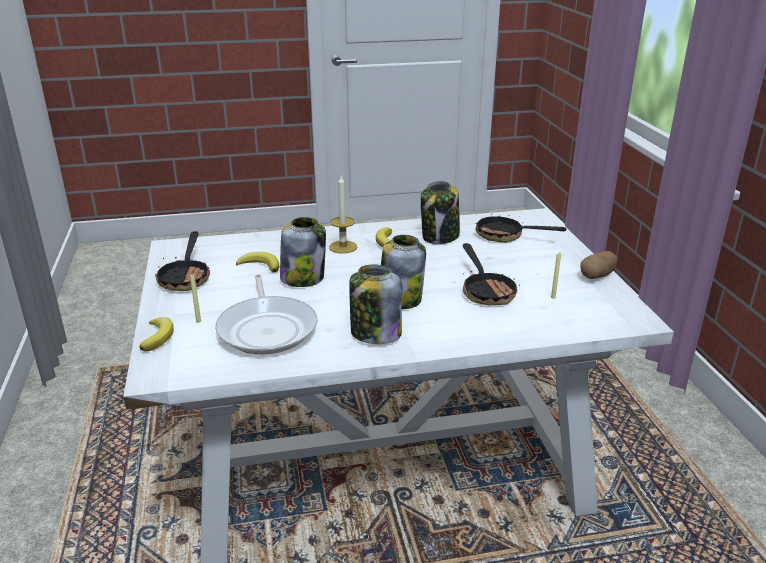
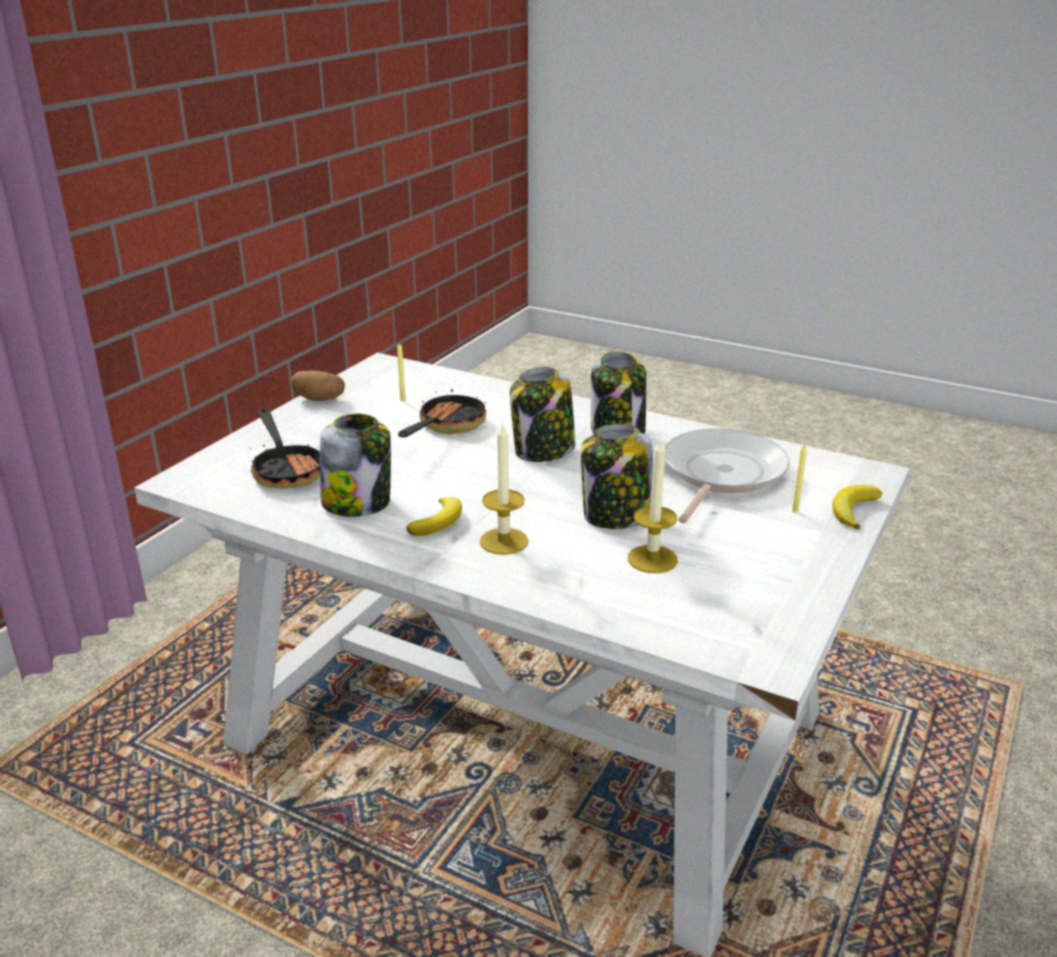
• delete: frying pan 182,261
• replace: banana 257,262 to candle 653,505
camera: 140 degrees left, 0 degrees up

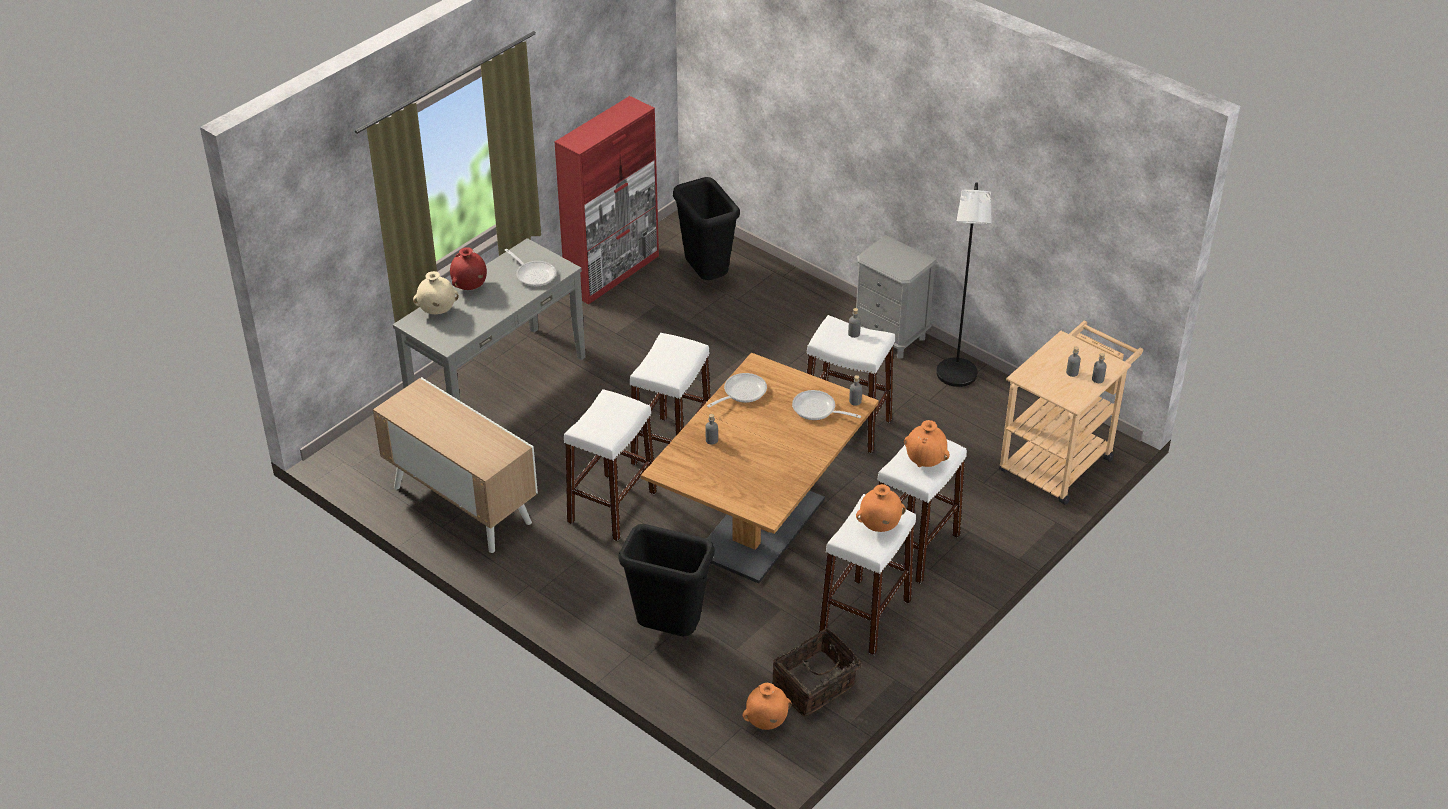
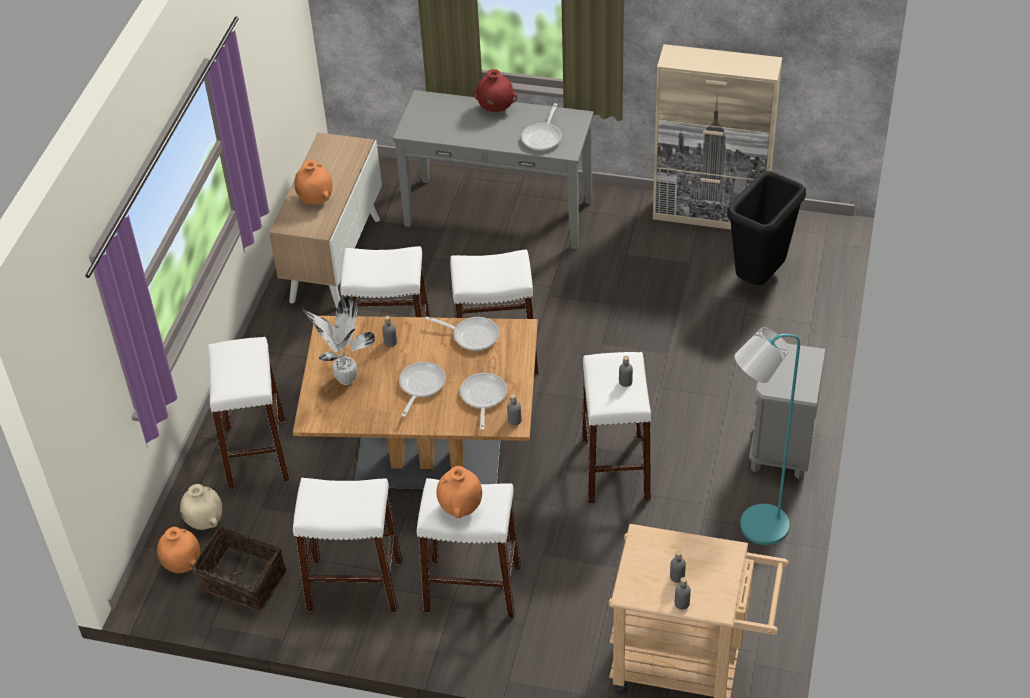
• recolor: red cabinet 607,200 to beige cabinet 717,136
• recolor: black floor lamp 964,284 to turquoise floor lamp 767,436
• move: beige vase 436,292 to 201,507
• move: orange vase 881,508 to 313,182
• replace: black trash can 666,580 to white stool 249,413
• insert: potted plant 338,340
• insert: frying pan 422,389
camera: 65 degrees right, 5 degrees up

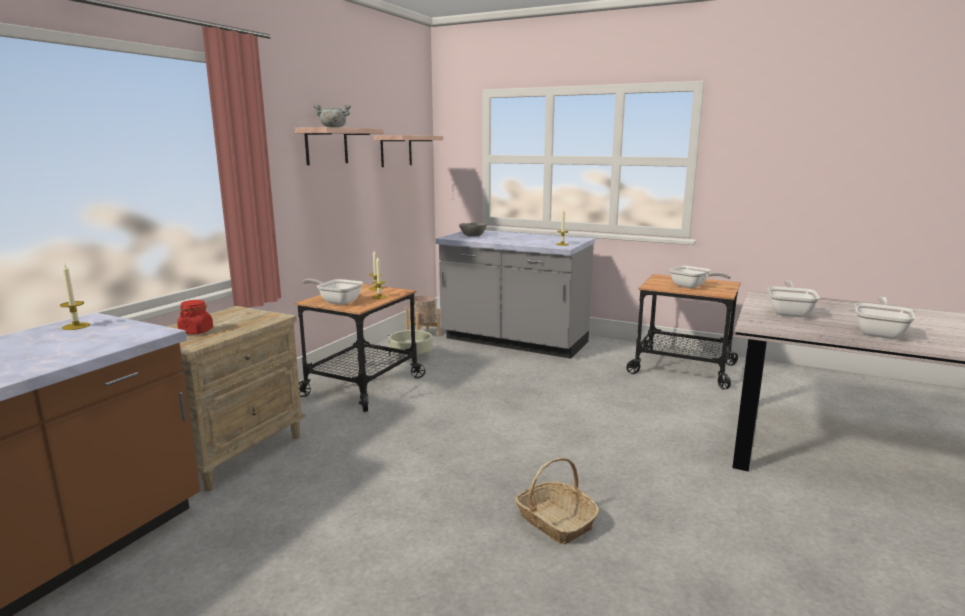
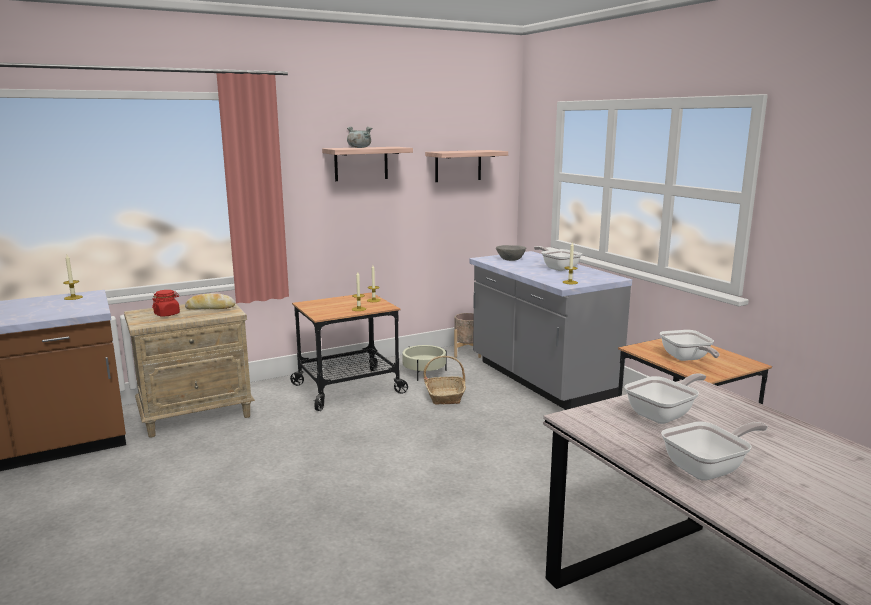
• move: frying pan 332,292 to 558,258
• move: basket 557,501 to 444,380
• insert: bread 210,301
camera: 35 degrees right, 0 degrees up

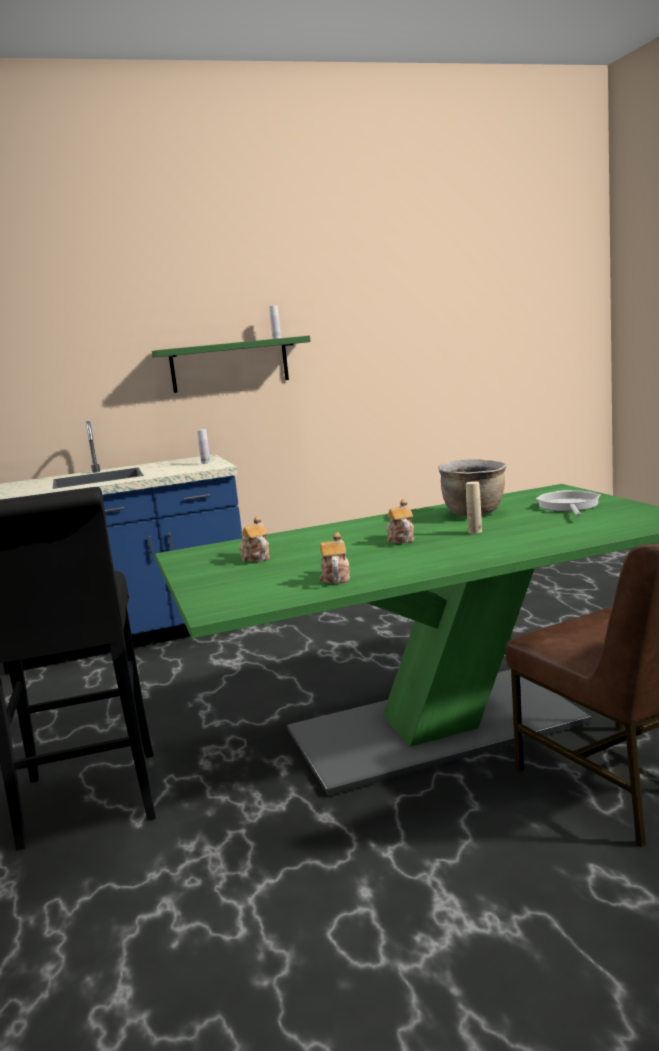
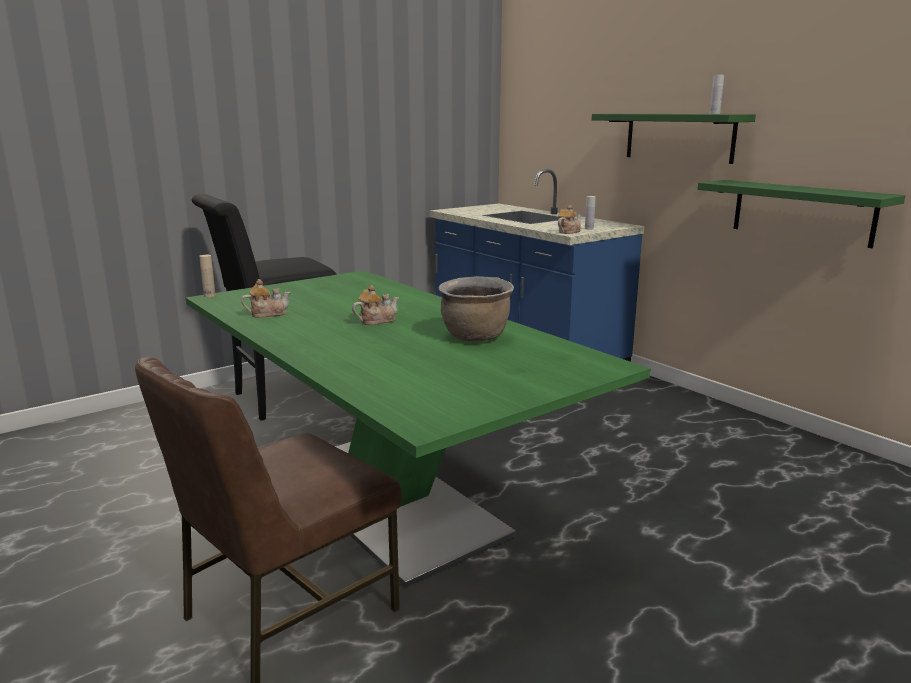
• move: beige bottle 474,507 to 207,276
• delete: frying pan 568,503
• move: teapot 254,539 to 569,219
• insert: green shelf 801,214
camera: 70 degrees right, 5 degrees up

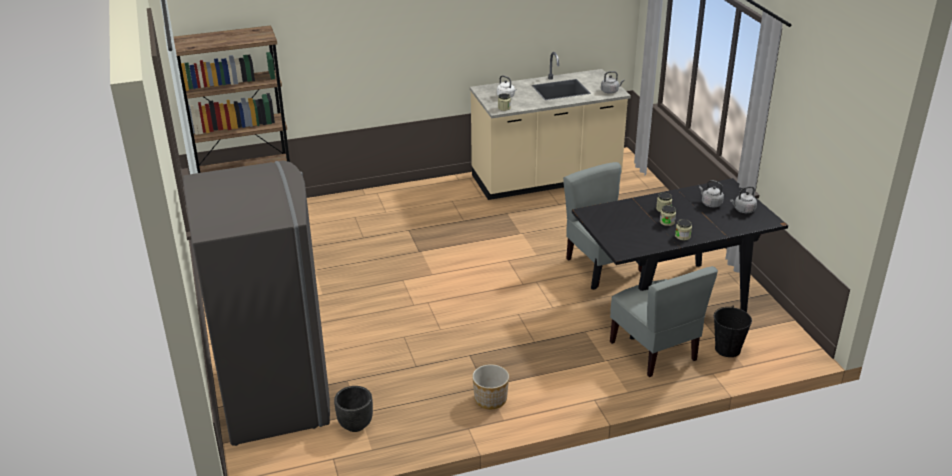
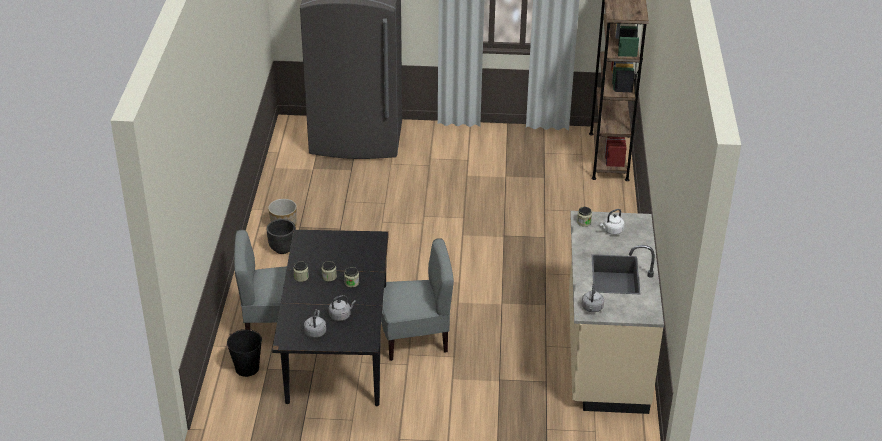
• move: black planter 353,409 to 281,236
camera: 110 degrees right, 5 degrees up

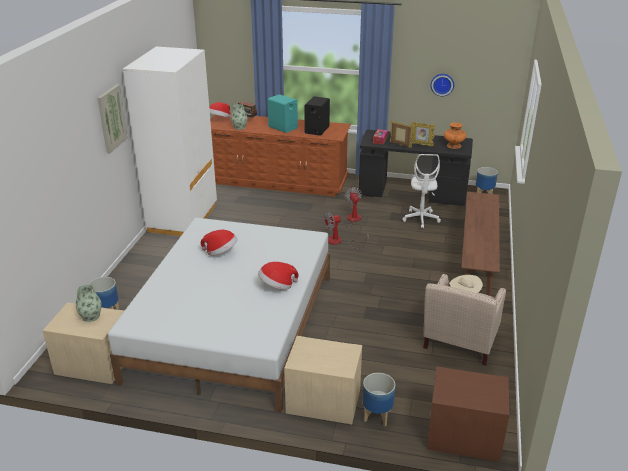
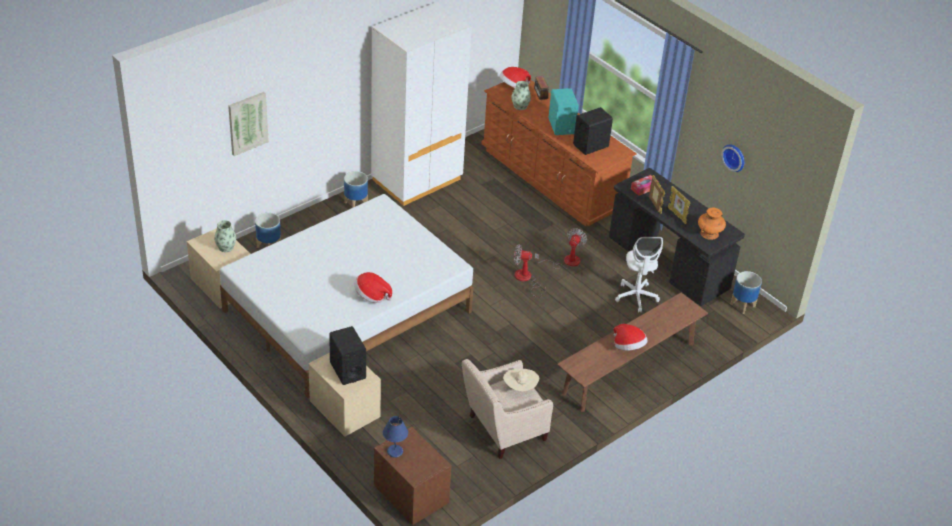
• move: picture 112,118 to 248,124
• rotate: white office chair 422,191 = 639,274 45 degrees counterclockwise
• move: hat 219,243 to 631,337
• move: planter 378,399 to 356,189
• insert: black speaker 347,355
• insert: blue table lamp 395,437
camera: 35 degrees right, 10 degrees up

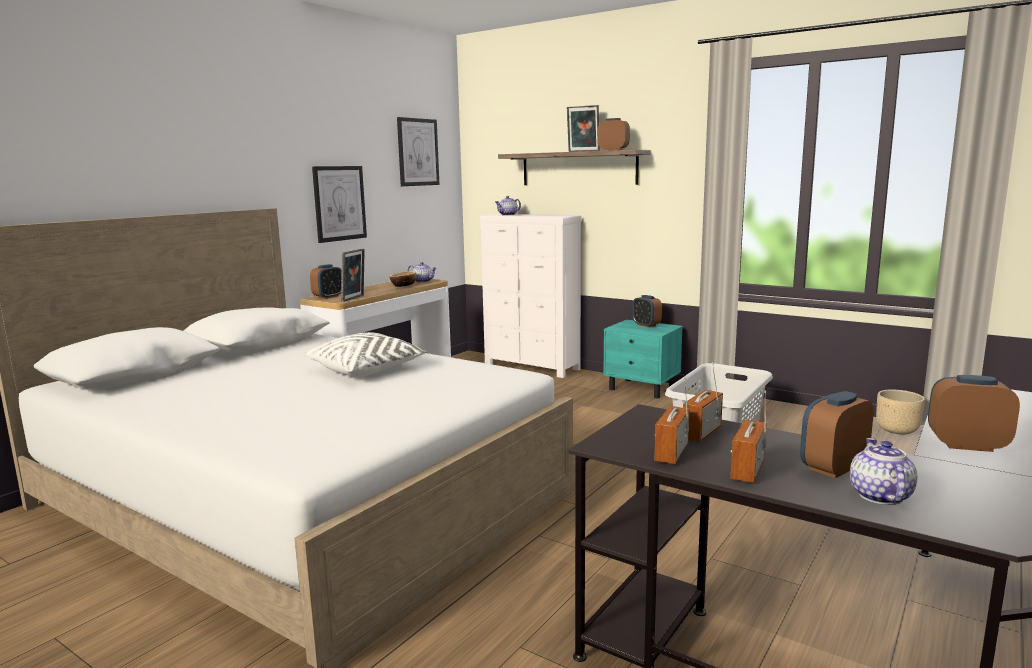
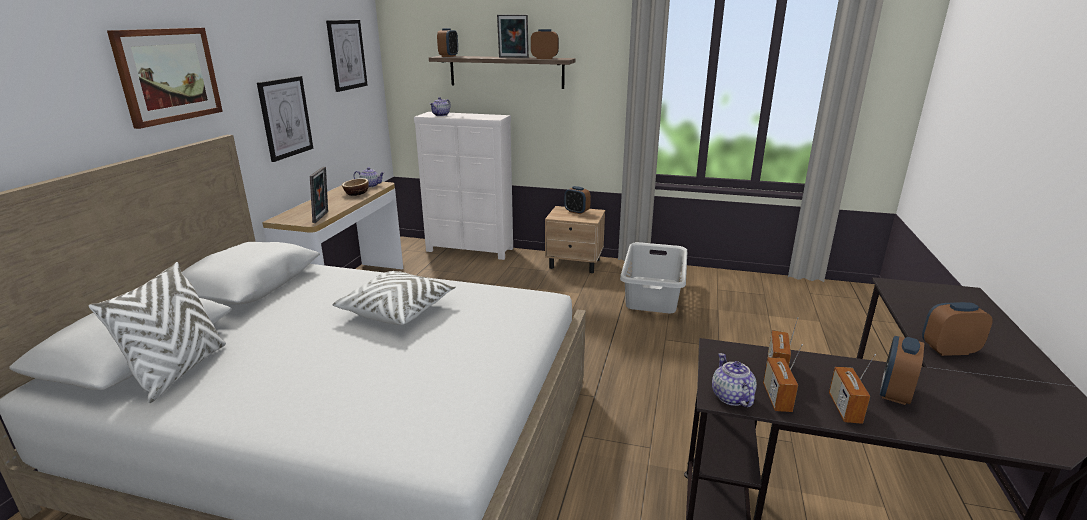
• move: alarm clock 325,281 to 447,42
• recolor: turquoise nightstand 643,359 to beige nightstand 575,239
• delete: beige planter 900,412
• move: teapot 883,471 to 734,380
• insert: picture 165,78
• insert: white pillow 157,332
camera: 20 degrees left, 10 degrees up

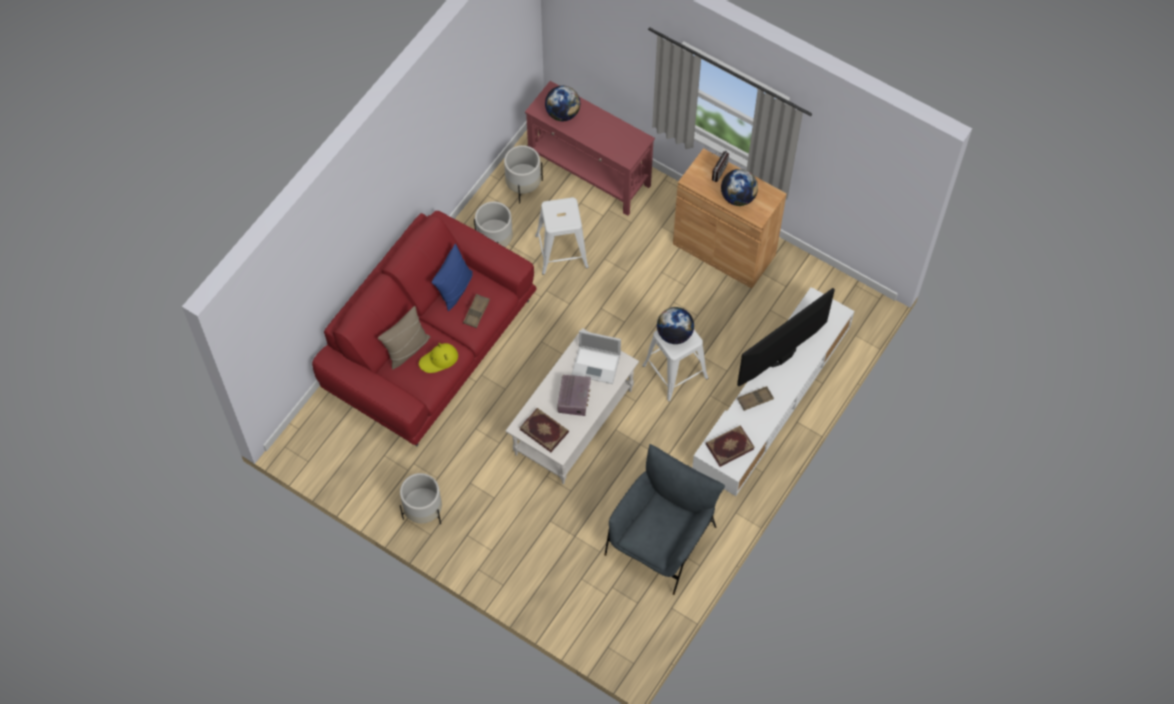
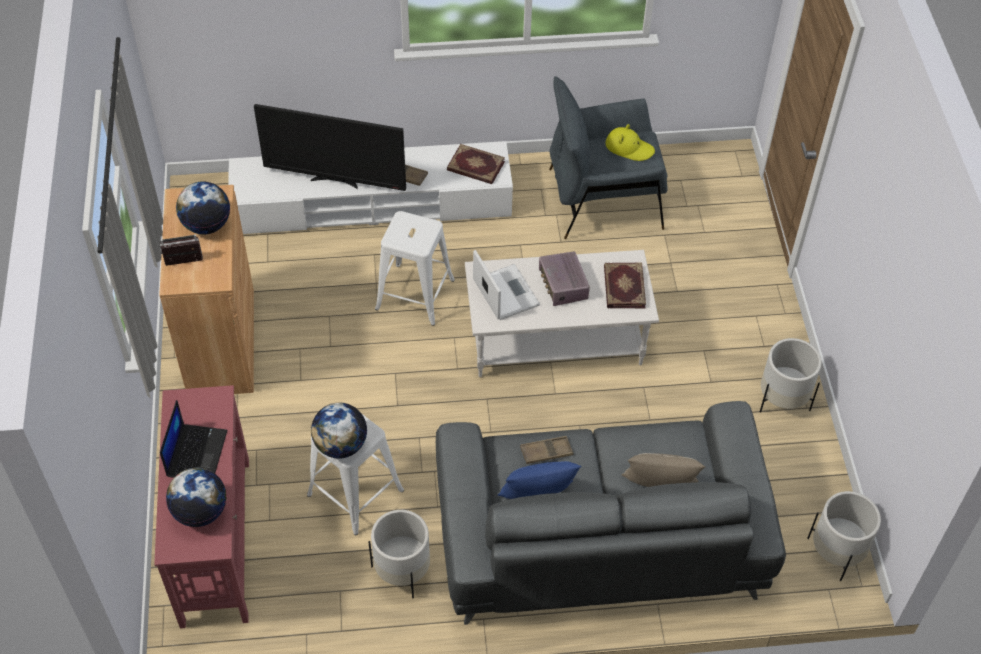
• move: white planter 523,174 to 844,536
• recolor: red sofa 424,328 to grey sofa 611,513
• move: globe 675,325 to 339,431
• move: yellow hat 438,358 to 630,142
• rotate: radio 574,395 = 564,279 75 degrees counterclockwise
• insert: laptop 193,439
camera: 130 degrees left, 10 degrees down

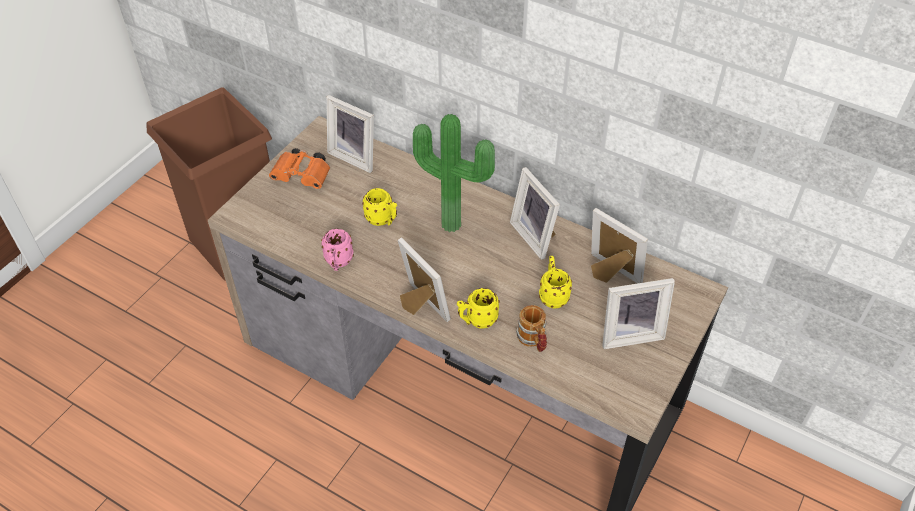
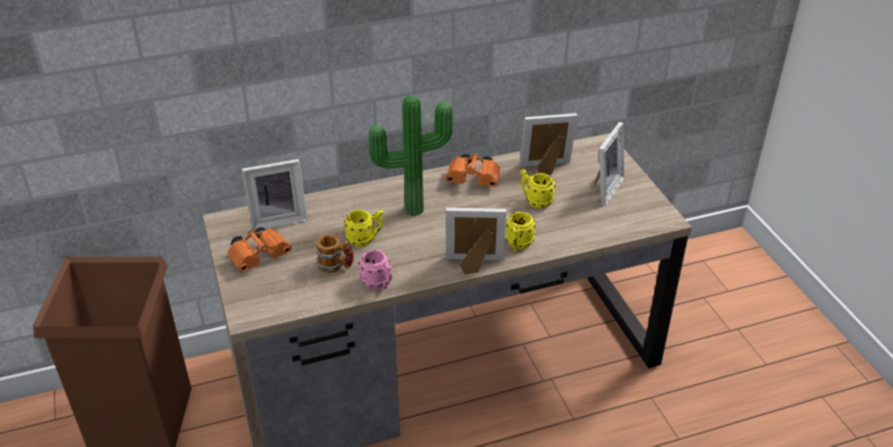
• replace: picture frame 535,213 to orange binoculars 472,170
• move: mug 531,328 to 335,253
camera: 50 degrees left, 10 degrees down

